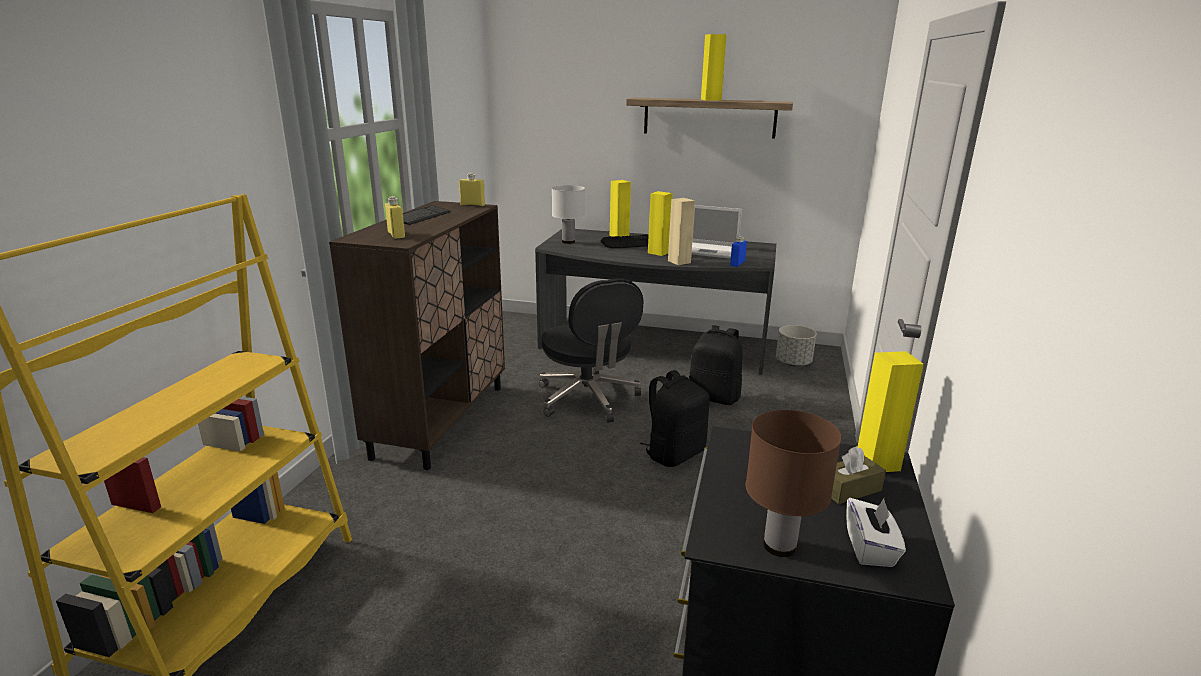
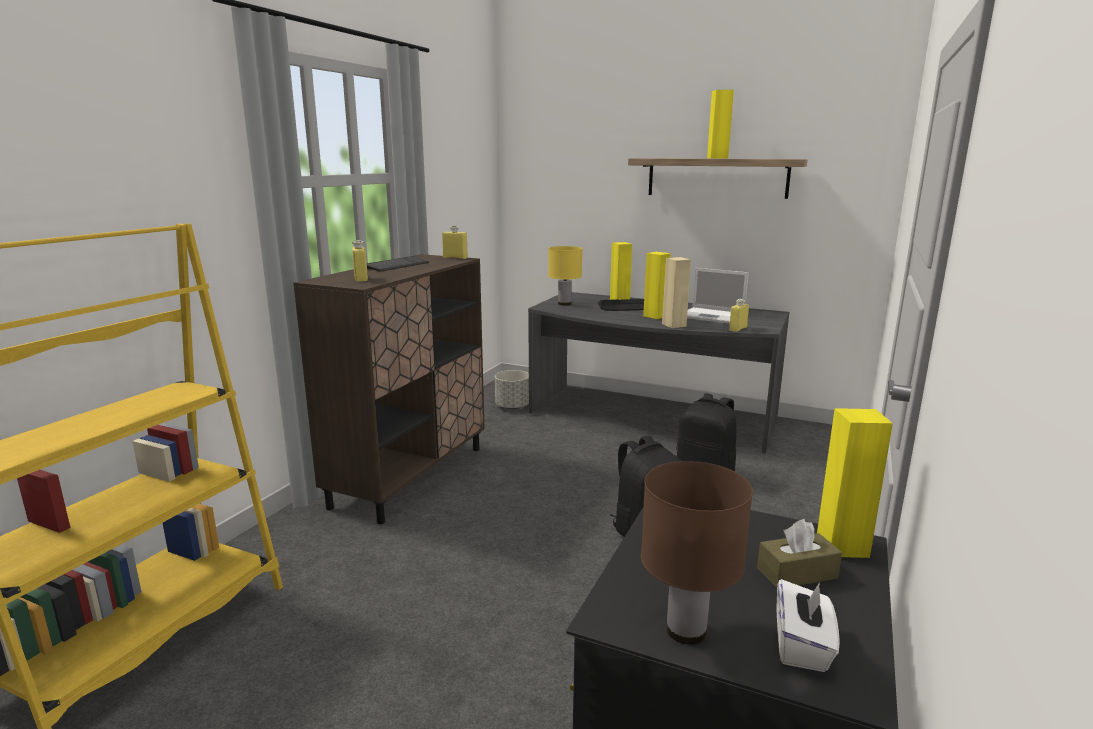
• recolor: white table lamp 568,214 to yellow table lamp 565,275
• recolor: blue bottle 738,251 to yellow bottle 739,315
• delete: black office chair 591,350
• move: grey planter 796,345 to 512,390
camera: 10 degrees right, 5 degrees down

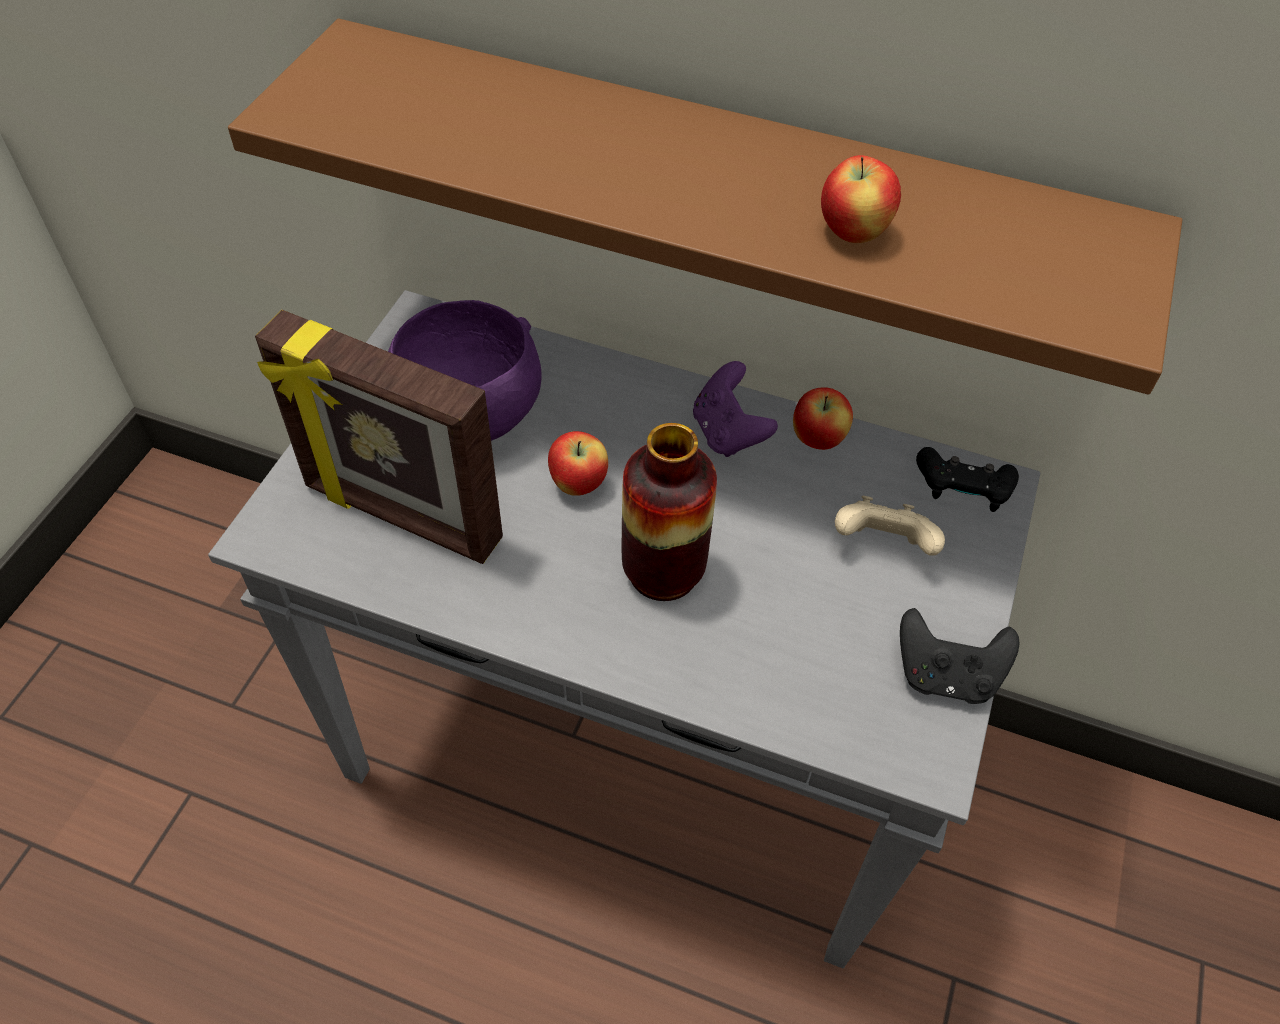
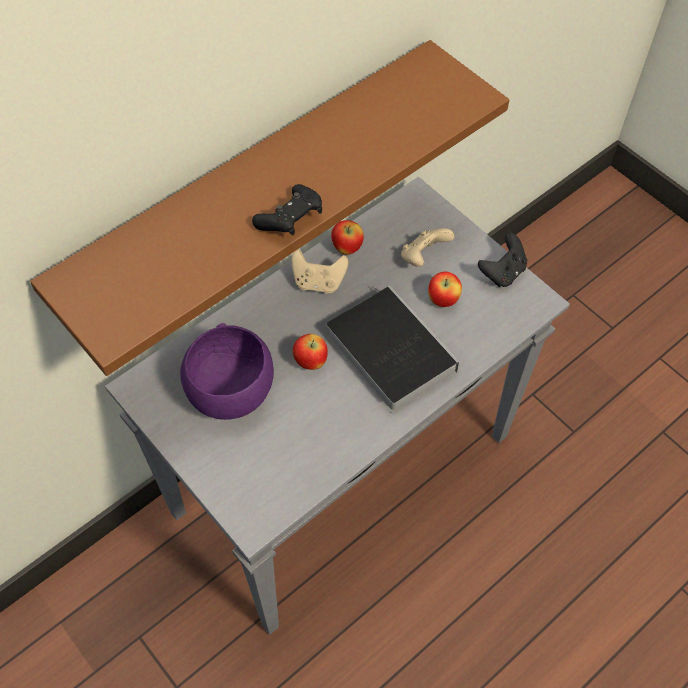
• move: apple 861,199 to 445,289
• delete: picture frame 379,437
• recolor: purple game controller 735,409 to beige game controller 320,271
• replace: vase 669,512 to book 393,349
• move: black game controller 967,479 to 287,209
camera: 60 degrees left, 5 degrees up

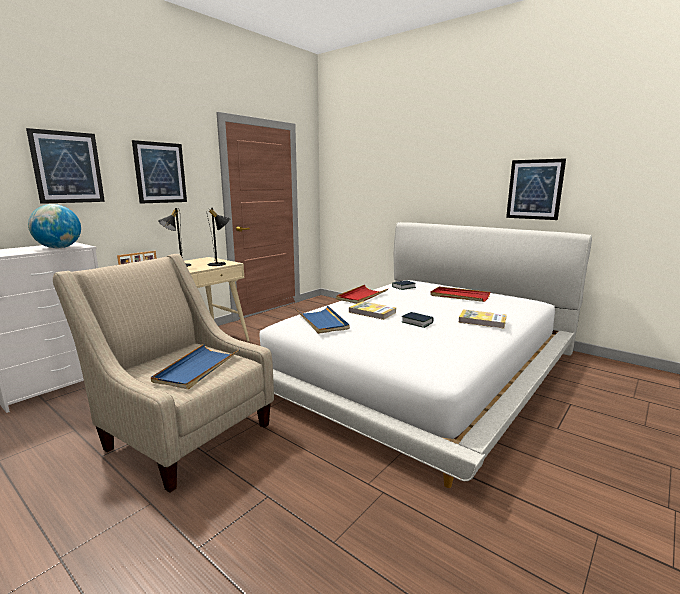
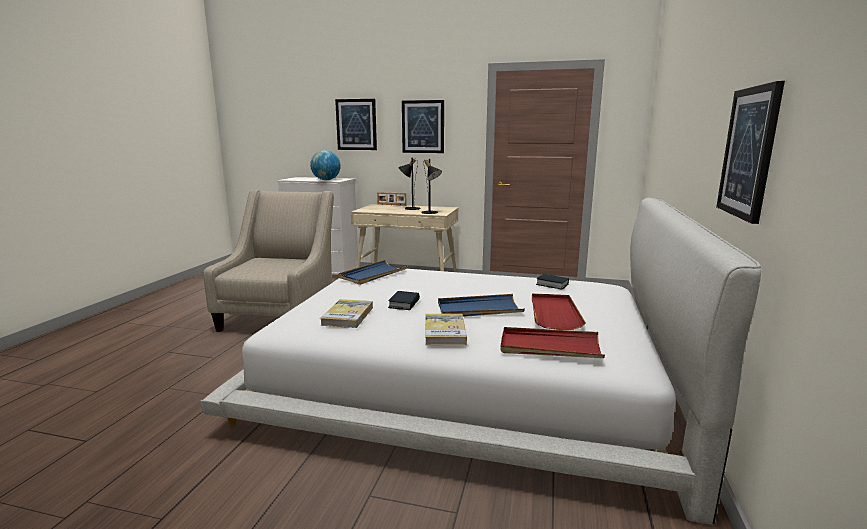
• move: red tray 362,294 to 552,342
• move: book 372,310 to 346,313
• move: blue tray 195,366 to 481,305
camera: 65 degrees right, 0 degrees up

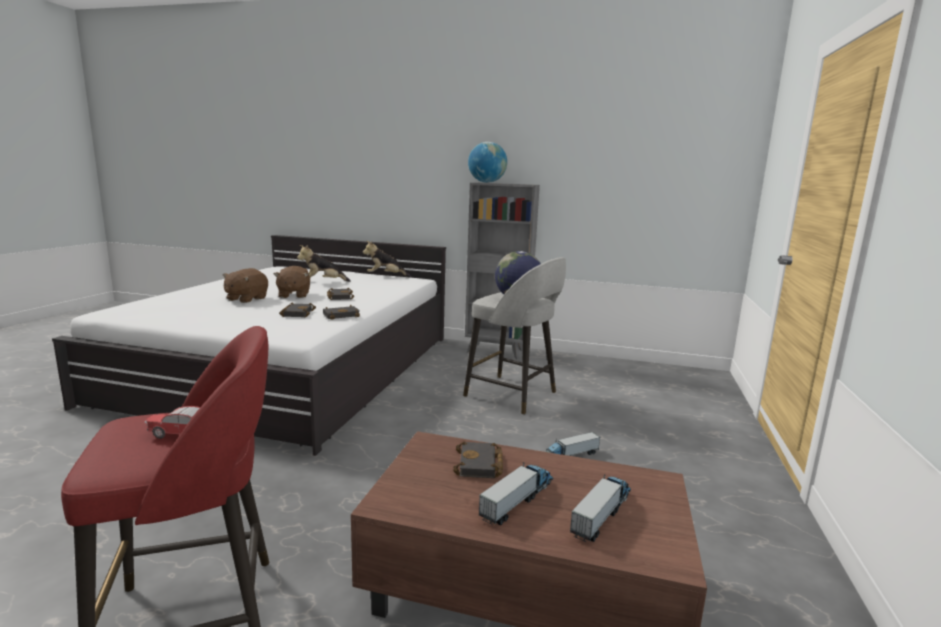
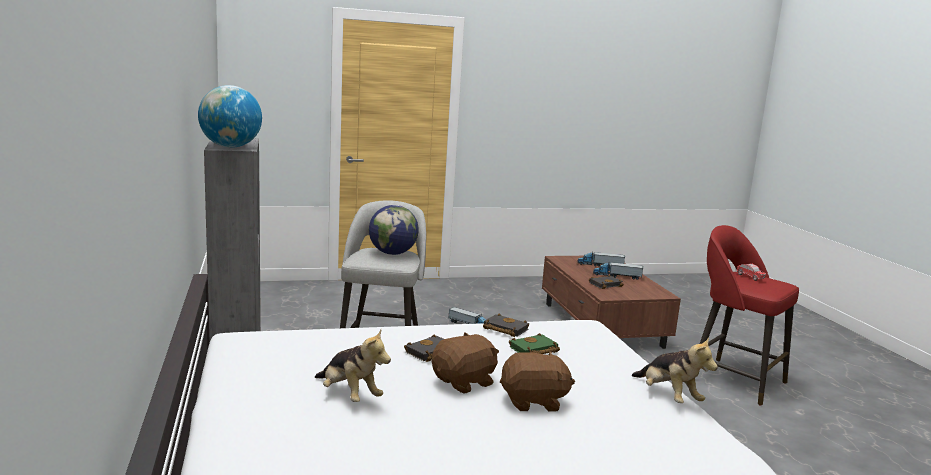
• move: plush toy 387,259 to 675,370
• recolor: black book 297,310 to green book 534,343
camera: 120 degrees left, 0 degrees up

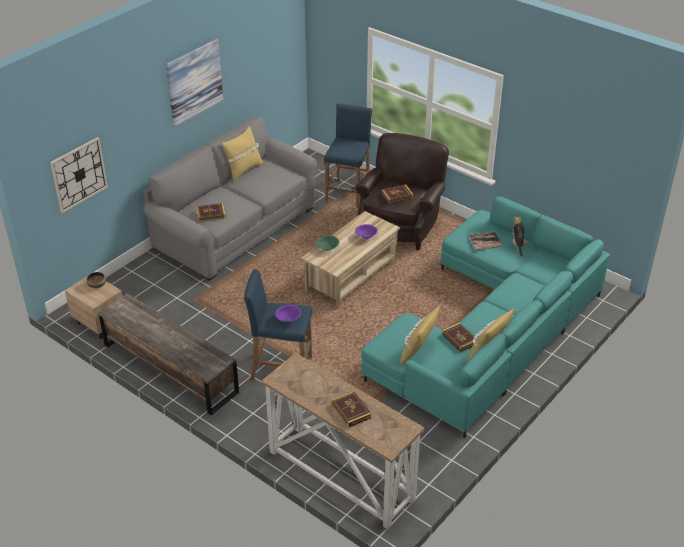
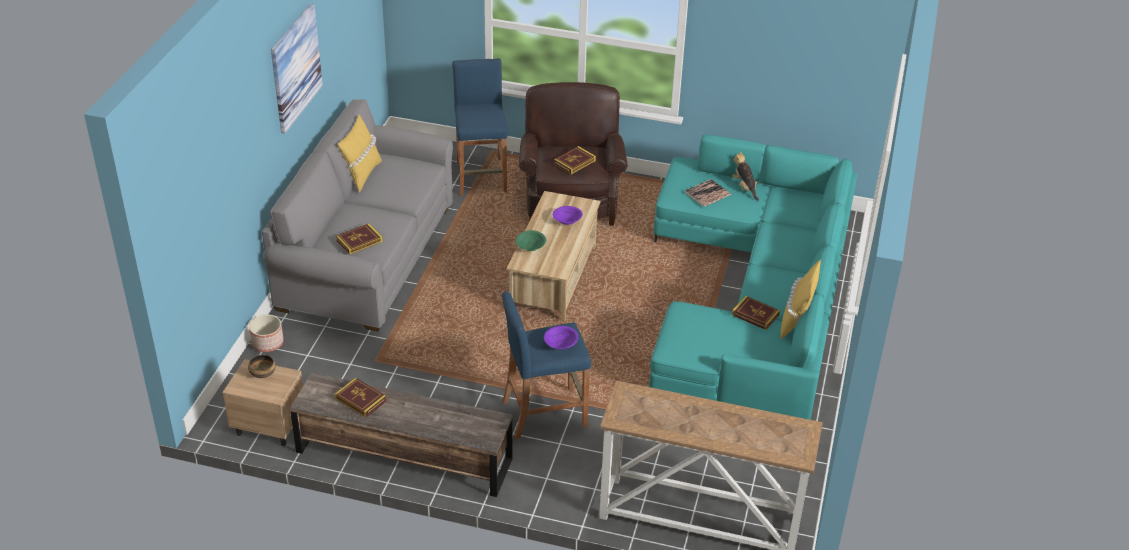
• delete: wall clock 79,175
• delete: yellow pillow 420,335
• move: book 351,409 to 361,397
• insert: planter 266,333
camera: 25 degrees left, 0 degrees up

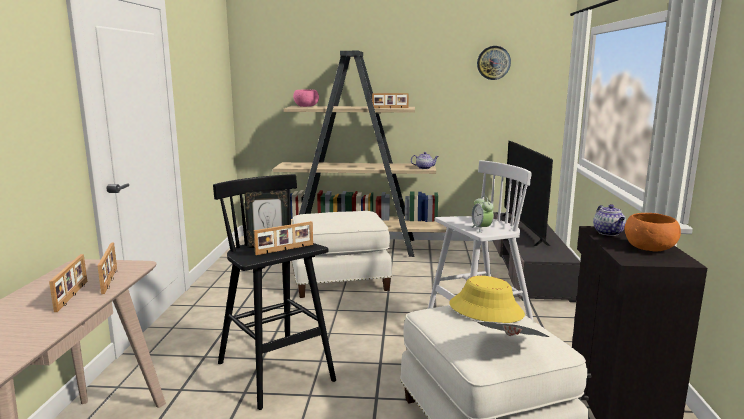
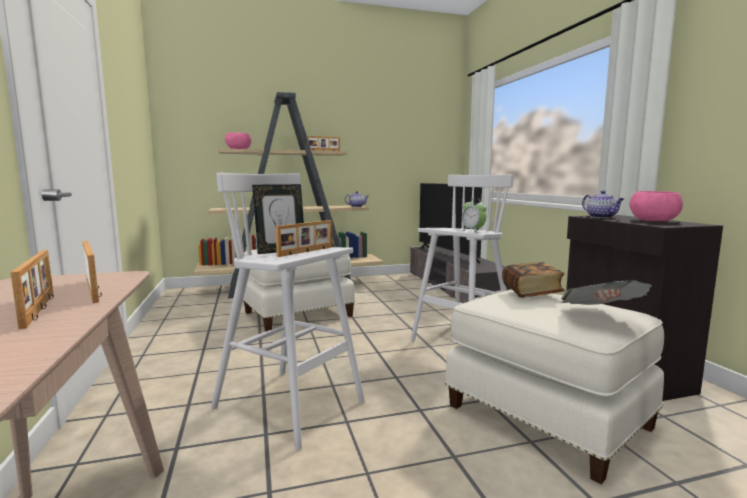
• delete: wall clock 494,63
• recolor: black stool 274,292 to white stool 288,311
• recolor: orange bowl 653,232 to pink bowl 656,206
• replace: yellow hat 487,299 to book 533,280
camera: 20 degrees left, 5 degrees down

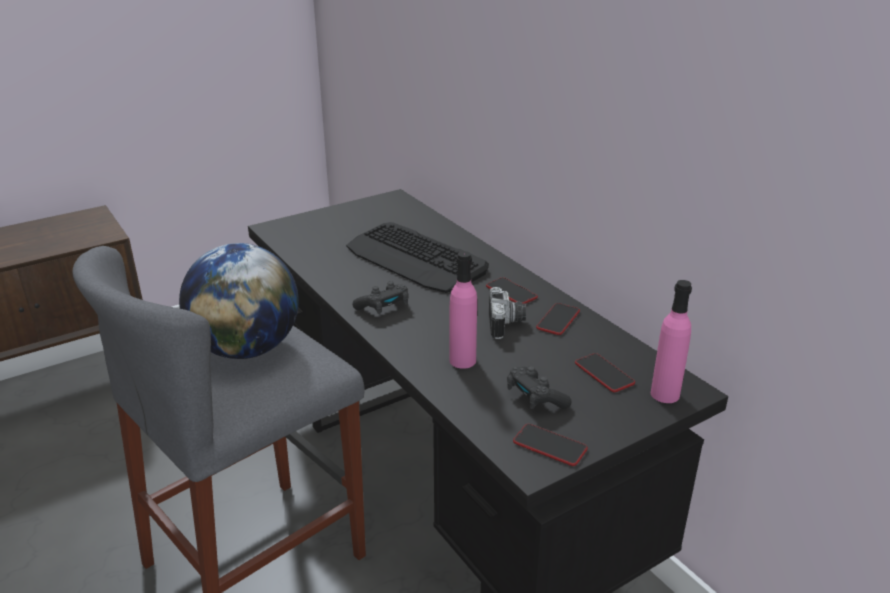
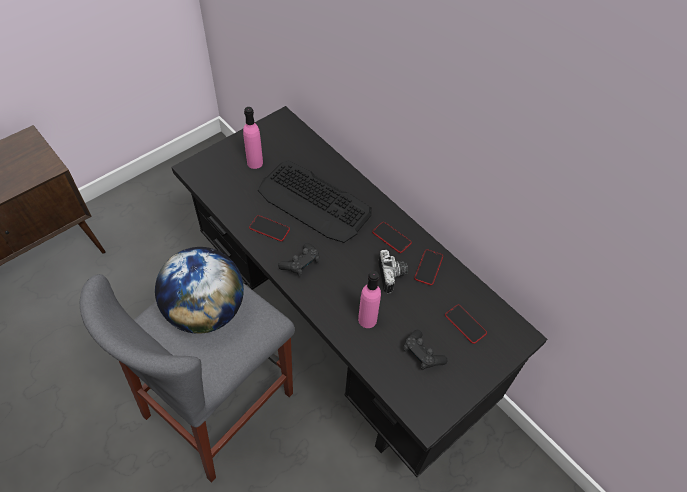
• move: pink bottle 671,341 to 253,138
• move: phone 550,445 to 269,228
camera: 10 degrees left, 25 degrees up

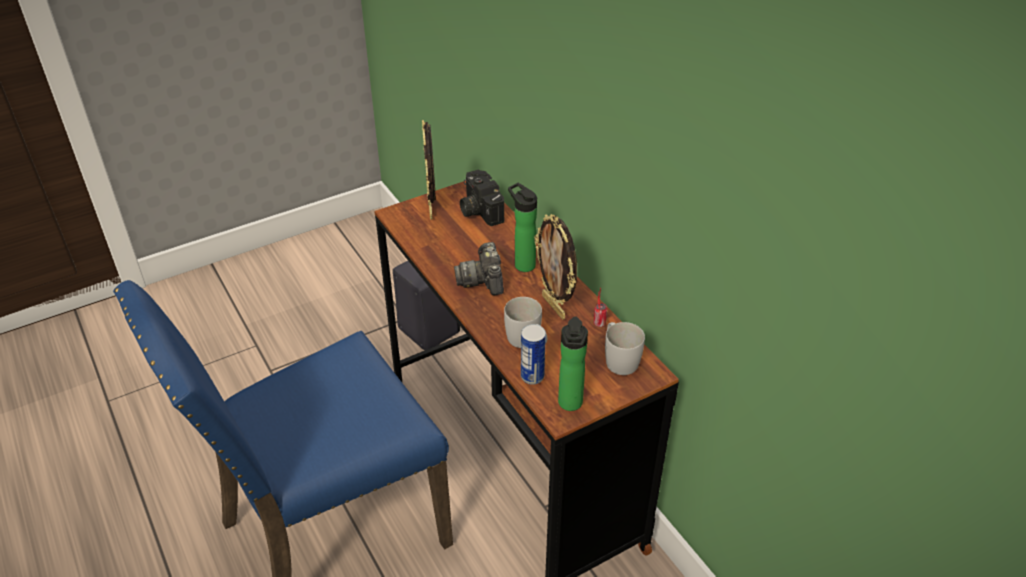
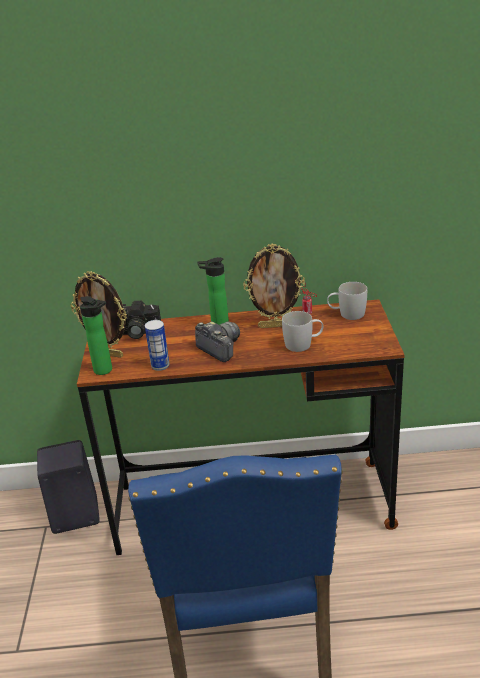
• rotate: photo camera 479,268 = 217,341 150 degrees counterclockwise
• move: bottle 573,363 to 96,335
• move: can 533,354 to 157,345
camera: 60 degrees left, 10 degrees down

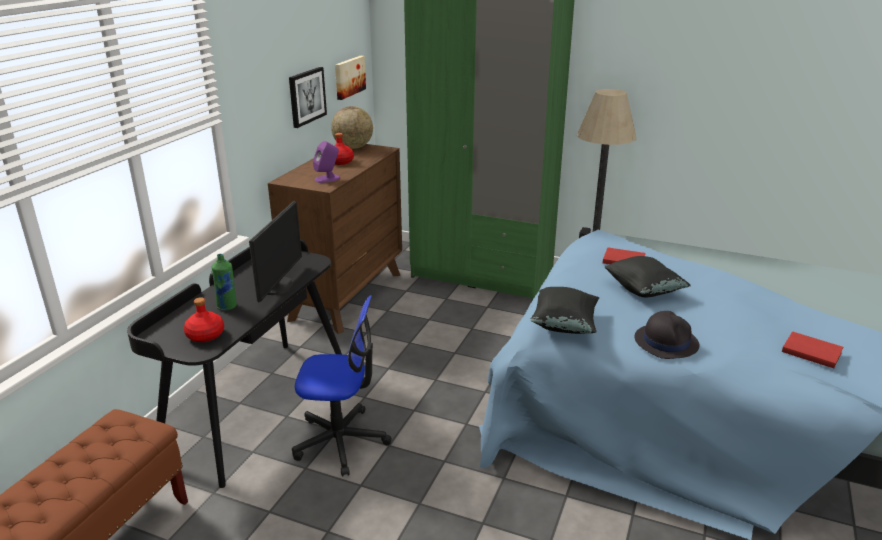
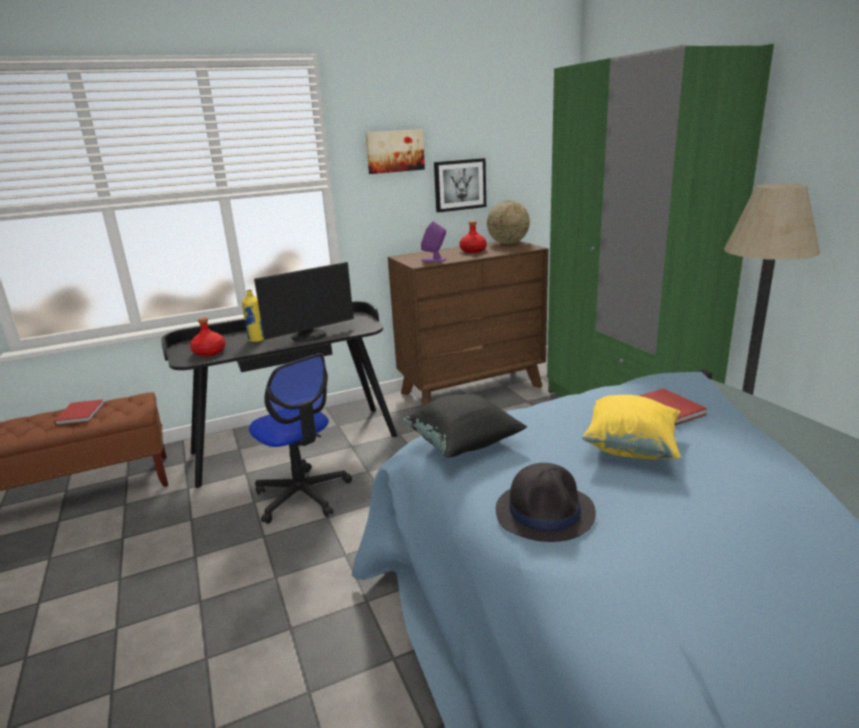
• move: picture 350,78 to 395,151
• recolor: green bottle 224,282 to yellow bottle 253,316
• recolor: black pillow 648,276 to yellow pillow 631,427
• move: red book 812,349 to 79,412
camera: 45 degrees right, 5 degrees down

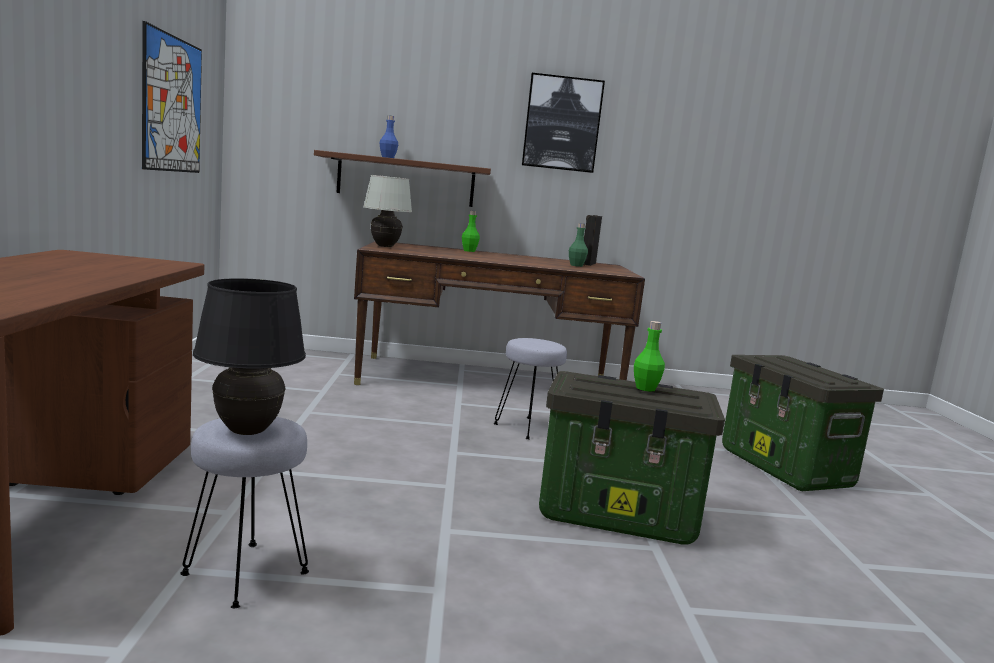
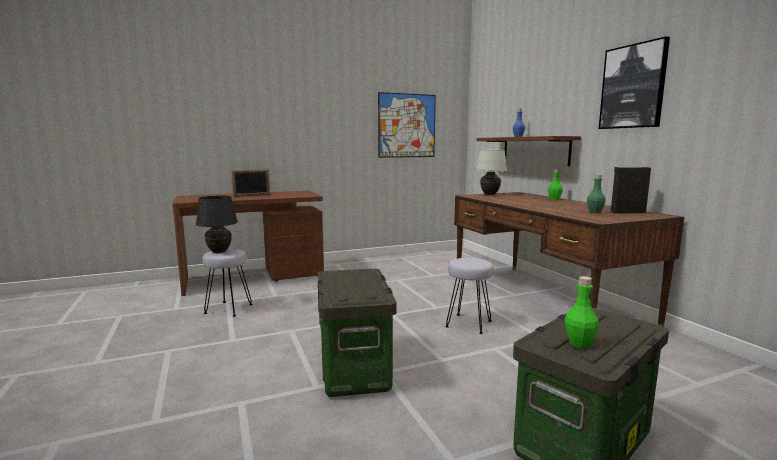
• move: green bottle 649,356 to 582,312
• insert: picture frame 250,183
camera: 70 degrees right, 0 degrees up

